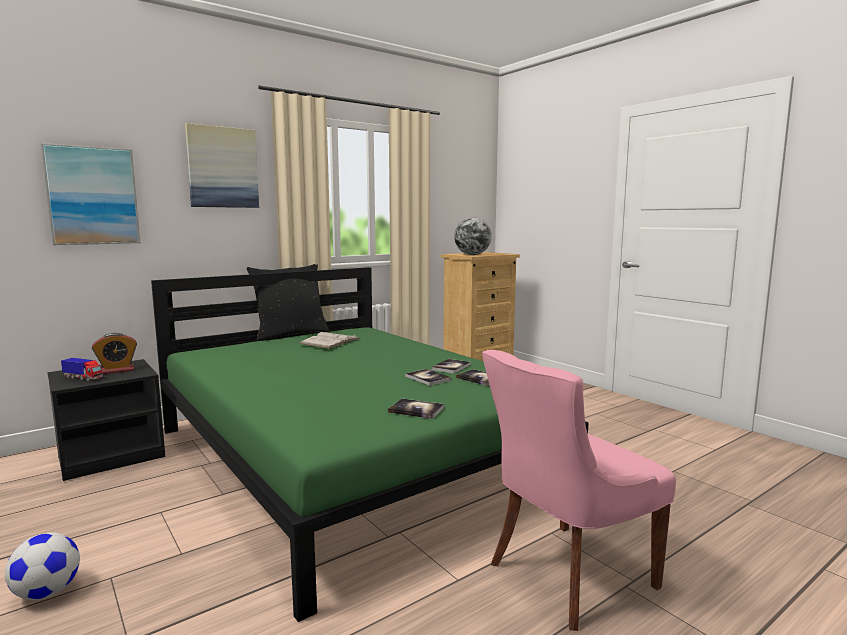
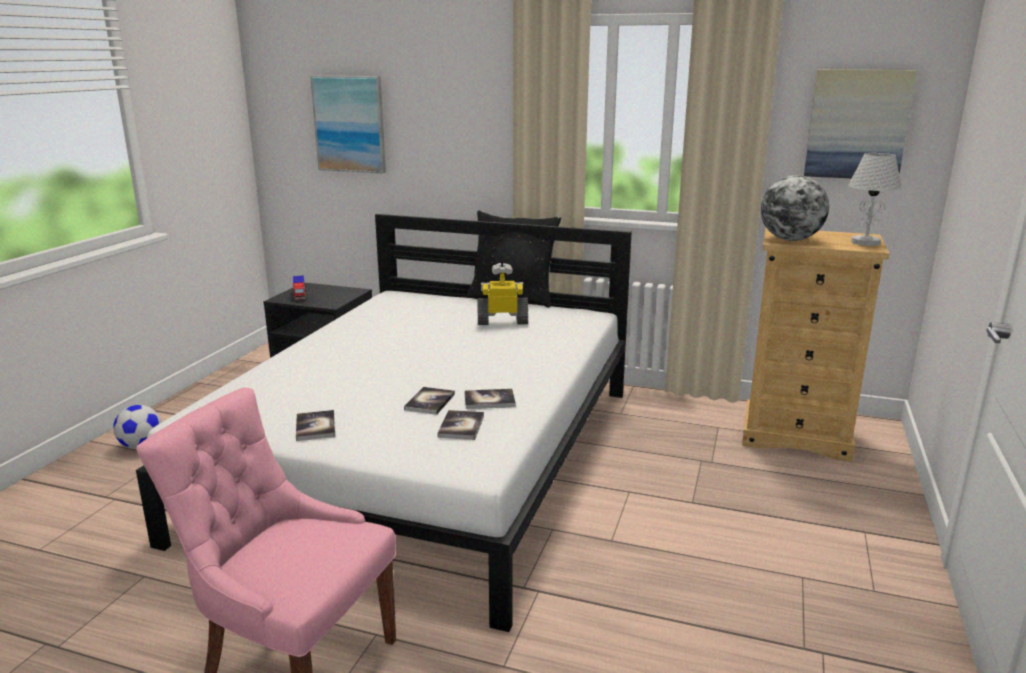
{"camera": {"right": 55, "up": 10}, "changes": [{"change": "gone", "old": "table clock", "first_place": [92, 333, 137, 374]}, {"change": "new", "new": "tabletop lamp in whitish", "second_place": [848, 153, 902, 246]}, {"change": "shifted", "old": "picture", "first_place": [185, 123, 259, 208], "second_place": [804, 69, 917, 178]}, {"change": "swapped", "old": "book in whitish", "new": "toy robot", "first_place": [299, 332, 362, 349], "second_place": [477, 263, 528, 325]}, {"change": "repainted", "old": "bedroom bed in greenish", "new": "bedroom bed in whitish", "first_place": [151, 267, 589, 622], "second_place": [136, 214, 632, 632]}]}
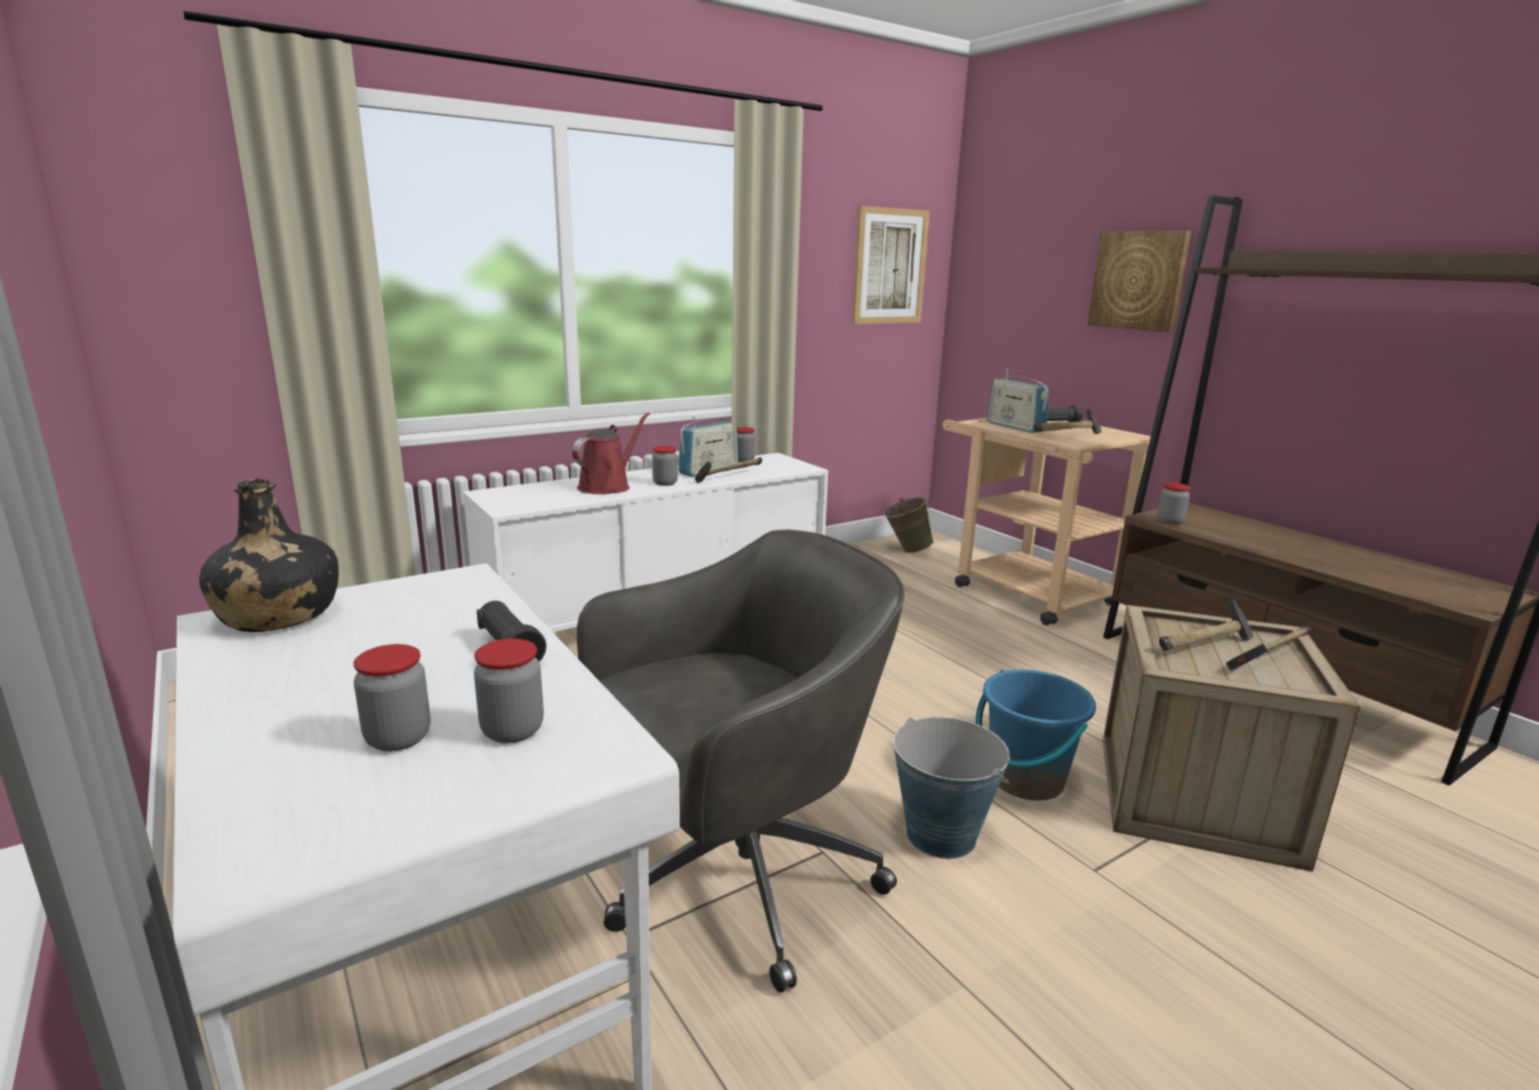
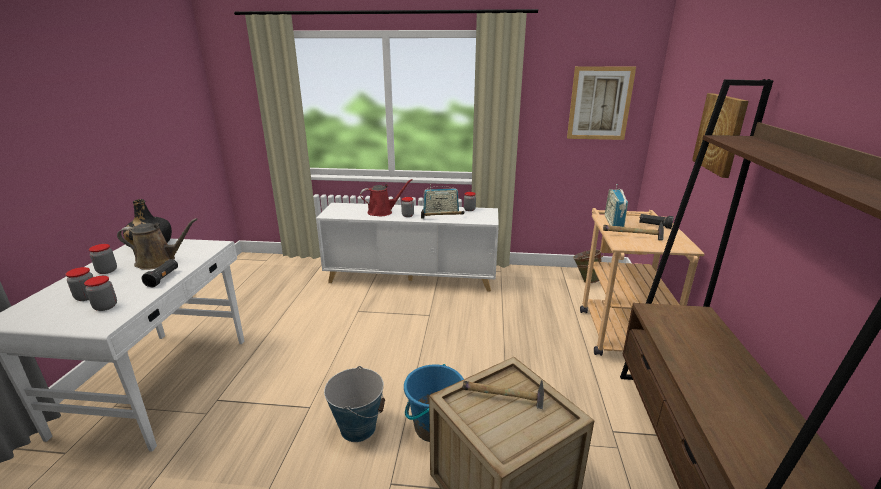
{"camera": {"right": 40, "up": 5}, "changes": [{"change": "gone", "old": "computer chair in gray", "first_place": [577, 530, 904, 993]}, {"change": "gone", "old": "tool hammer", "first_place": [1226, 626, 1311, 671]}, {"change": "new", "new": "watering can in brownish", "second_place": [117, 218, 198, 270]}, {"change": "shifted", "old": "preserve jar", "first_place": [1157, 483, 1190, 525], "second_place": [89, 244, 117, 274]}]}
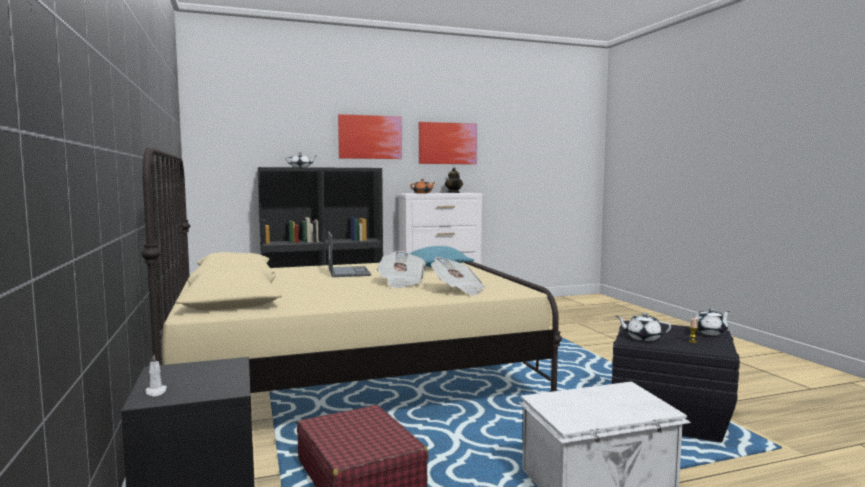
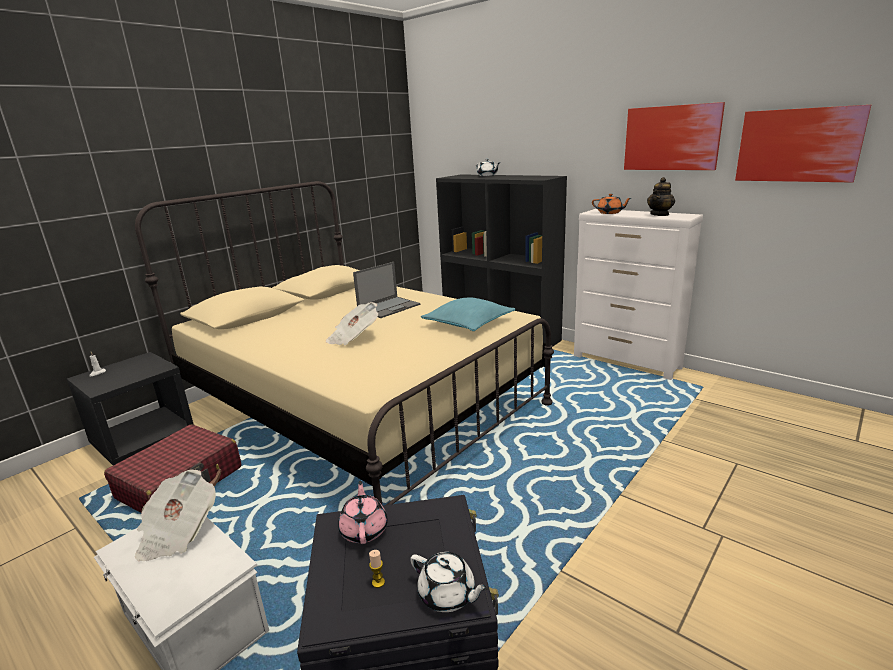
{"camera": {"right": 60, "up": 15}, "changes": [{"change": "shifted", "old": "picture", "first_place": [338, 114, 402, 159], "second_place": [735, 105, 871, 182]}, {"change": "shifted", "old": "newspaper", "first_place": [431, 257, 486, 296], "second_place": [135, 470, 216, 561]}, {"change": "repainted", "old": "tea pot in whitish", "new": "tea pot in pink", "first_place": [616, 313, 671, 341], "second_place": [338, 481, 388, 544]}]}
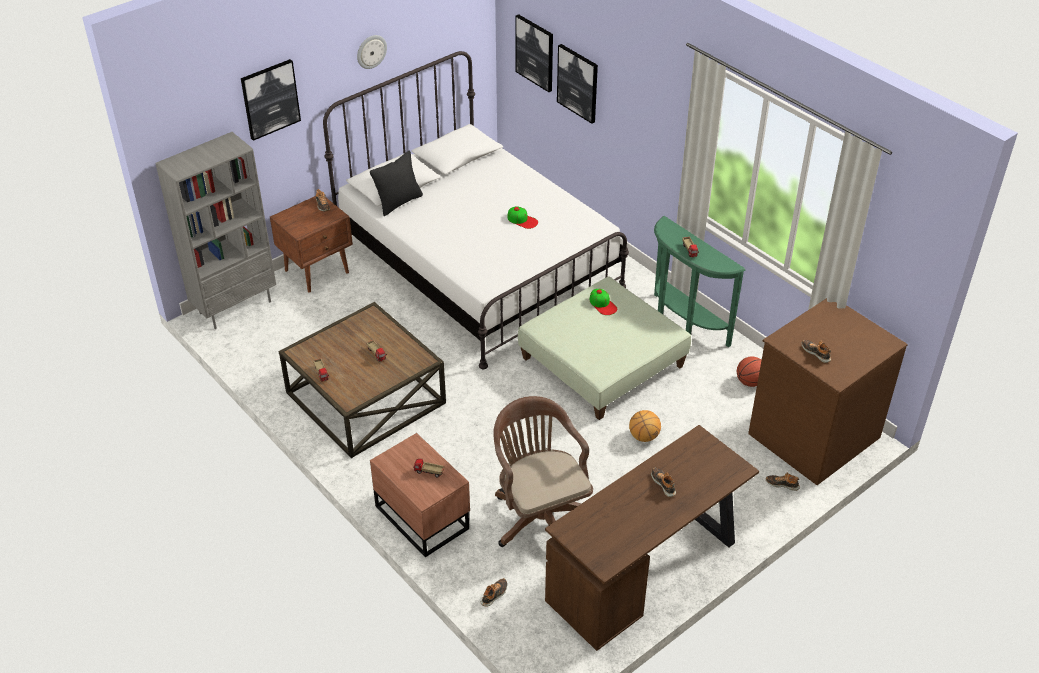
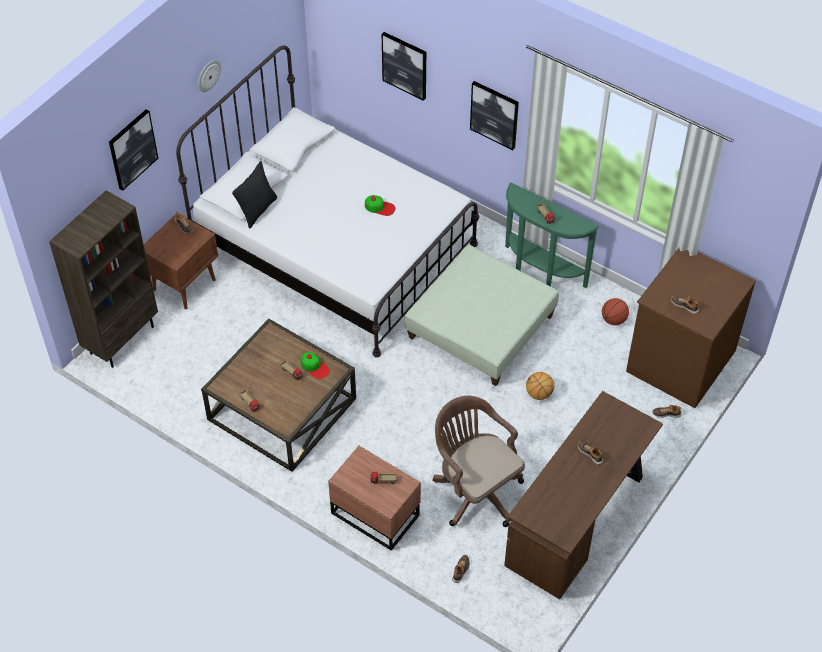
{"camera": {"right": -15, "up": 10}, "changes": [{"change": "shifted", "old": "picture", "first_place": [515, 14, 553, 92], "second_place": [470, 81, 519, 150]}, {"change": "shifted", "old": "peaked cap", "first_place": [590, 289, 617, 315], "second_place": [301, 352, 330, 379]}, {"change": "repainted", "old": "bookshelf in gray", "new": "bookshelf in brownish", "first_place": [155, 132, 276, 329], "second_place": [49, 190, 158, 368]}]}
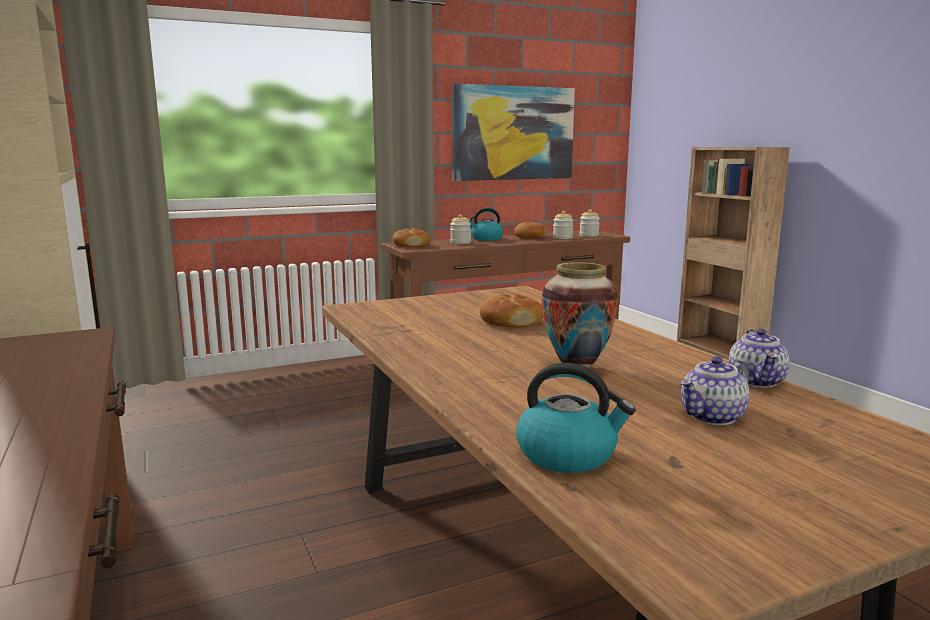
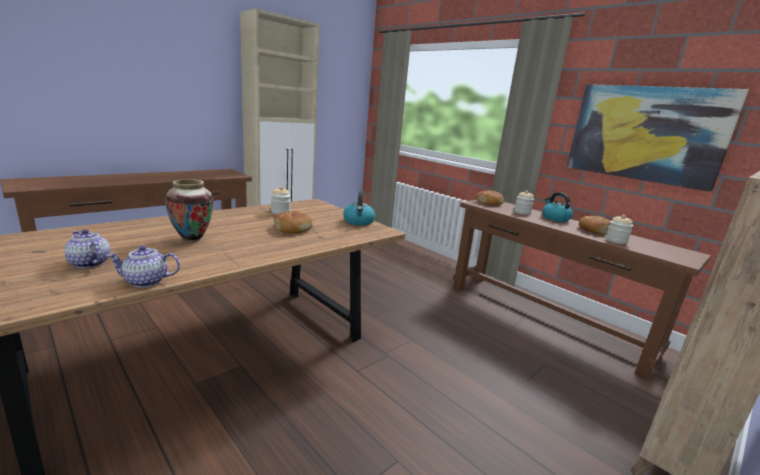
{"camera": {"right": 70, "up": 5}, "changes": [{"change": "shifted", "old": "water kettle", "first_place": [516, 363, 636, 473], "second_place": [343, 191, 376, 226]}, {"change": "shifted", "old": "preserve jar", "first_place": [579, 209, 600, 237], "second_place": [271, 186, 291, 215]}]}
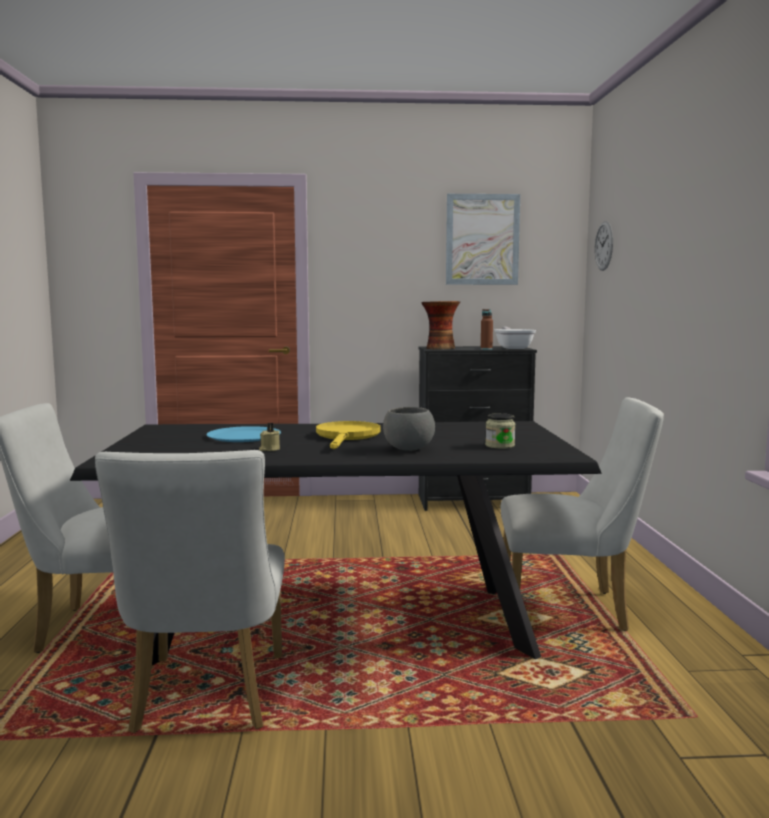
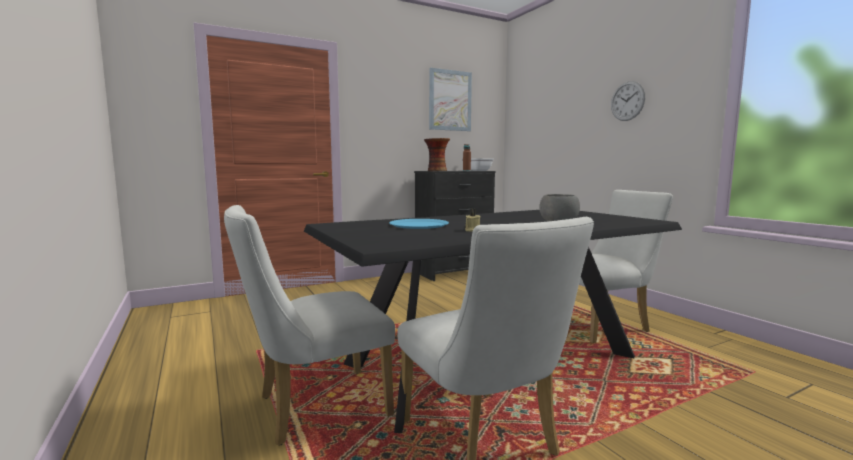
{"camera": {"right": -25, "up": 0}, "changes": [{"change": "gone", "old": "frying pan in yellowish", "first_place": [316, 421, 380, 449]}, {"change": "gone", "old": "preserve jar", "first_place": [485, 413, 515, 449]}, {"change": "shifted", "old": "wall clock", "first_place": [595, 221, 613, 271], "second_place": [611, 81, 645, 121]}]}
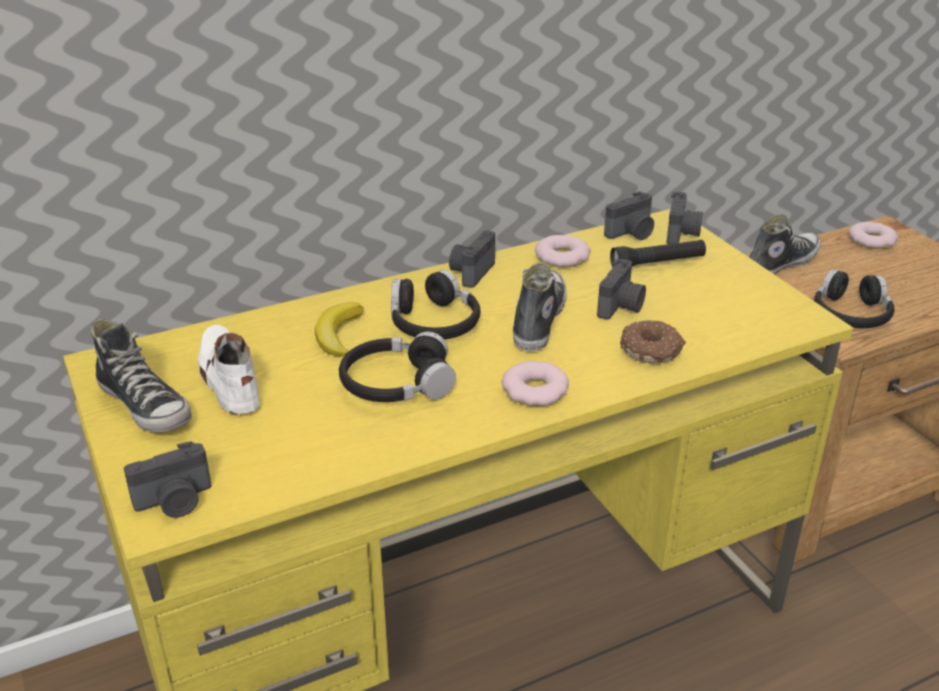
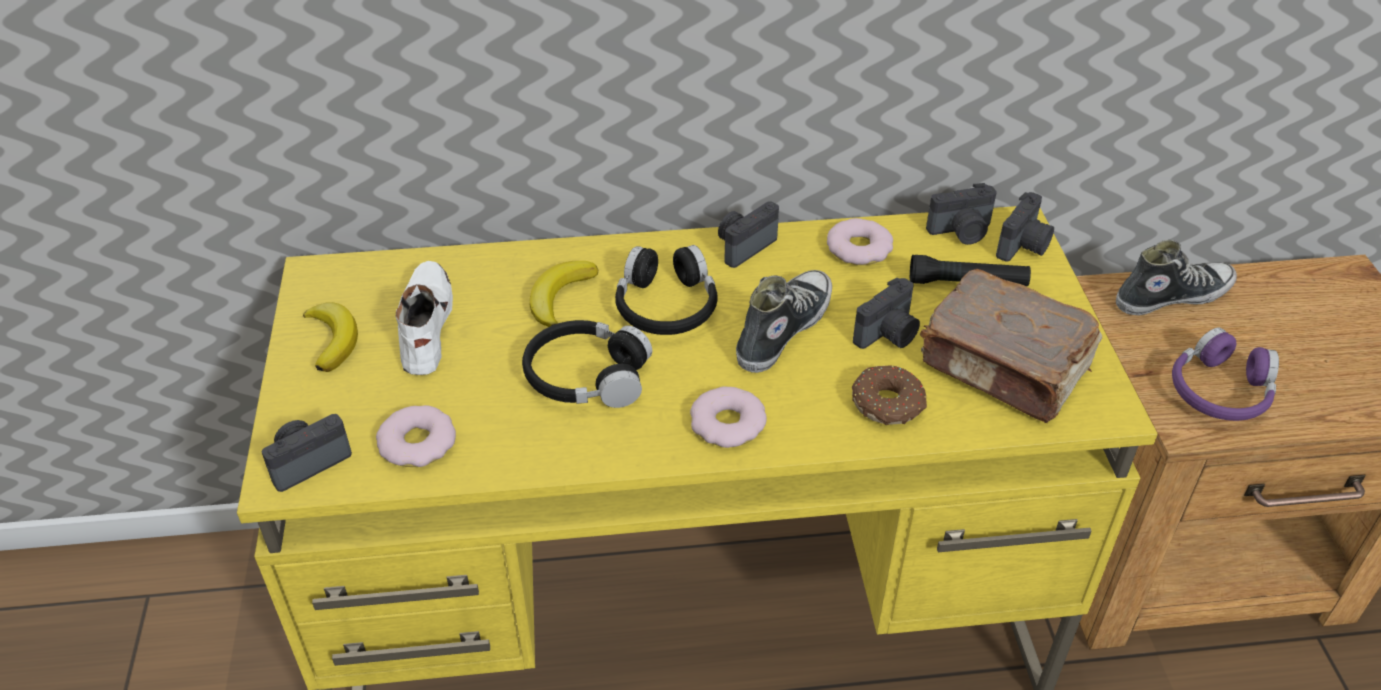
{"camera": {"right": 20, "up": 10}, "changes": [{"change": "new", "new": "book in brownish", "second_place": [920, 269, 1102, 423]}, {"change": "shifted", "old": "ring doughnut", "first_place": [849, 222, 898, 249], "second_place": [376, 405, 456, 467]}, {"change": "swapped", "old": "low shoe", "new": "banana", "first_place": [91, 319, 192, 432], "second_place": [303, 302, 358, 372]}, {"change": "repainted", "old": "pair of headphones in black", "new": "pair of headphones in purple", "first_place": [814, 269, 894, 328], "second_place": [1172, 328, 1279, 421]}, {"change": "rotated", "old": "photo camera", "first_place": [124, 441, 212, 518], "second_place": [262, 414, 352, 492], "degrees": 150}]}
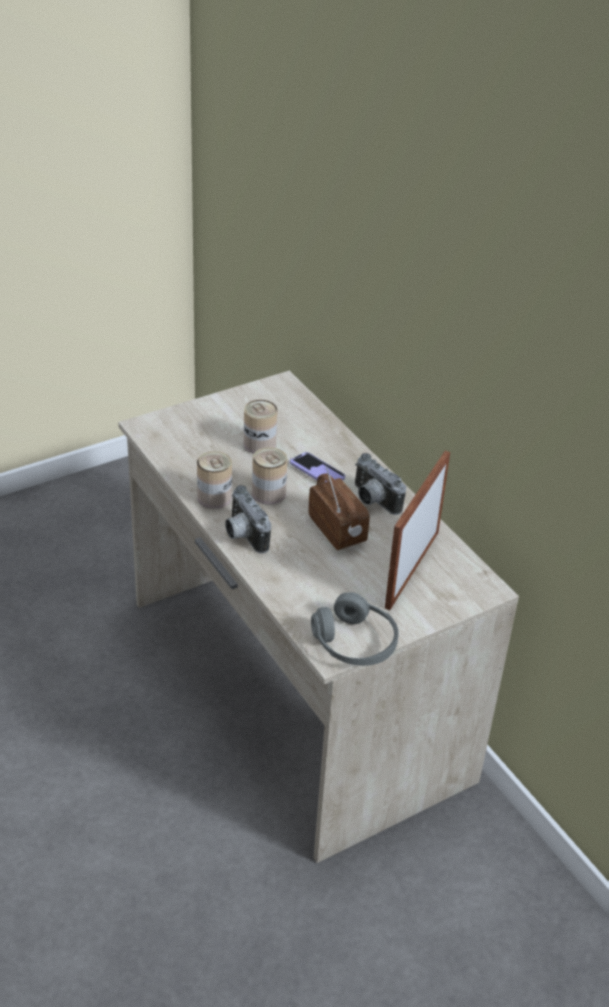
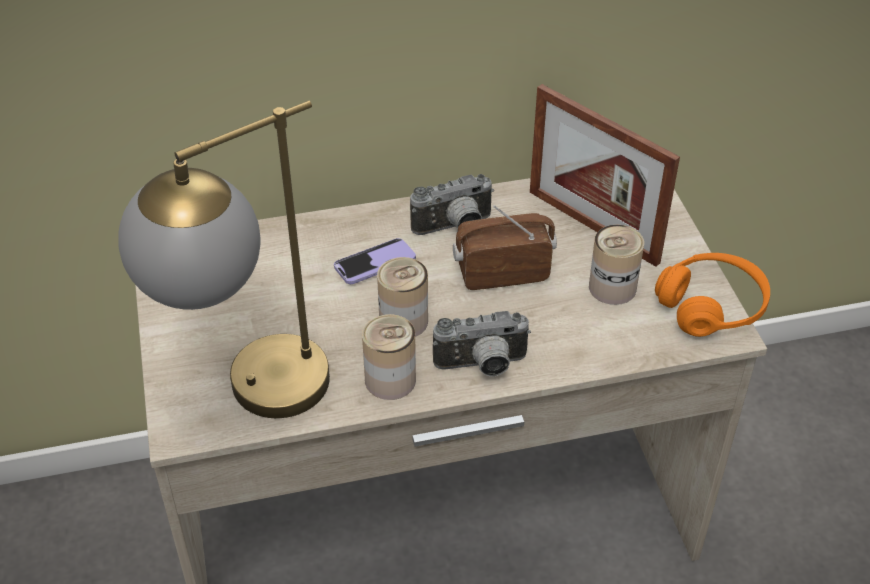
{"camera": {"right": -70, "up": 5}, "changes": [{"change": "new", "new": "tabletop lamp", "second_place": [118, 101, 330, 418]}, {"change": "shifted", "old": "can", "first_place": [244, 400, 277, 454], "second_place": [589, 225, 644, 305]}, {"change": "repainted", "old": "pair of headphones in gray", "new": "pair of headphones in orange-coloured", "first_place": [311, 592, 399, 666], "second_place": [655, 253, 770, 337]}]}
